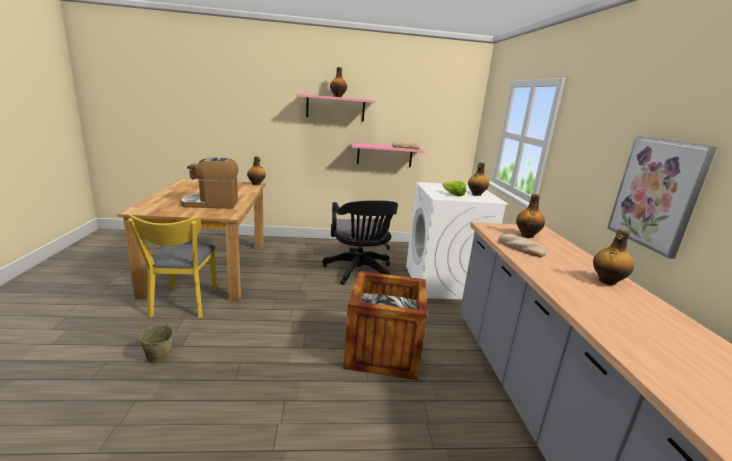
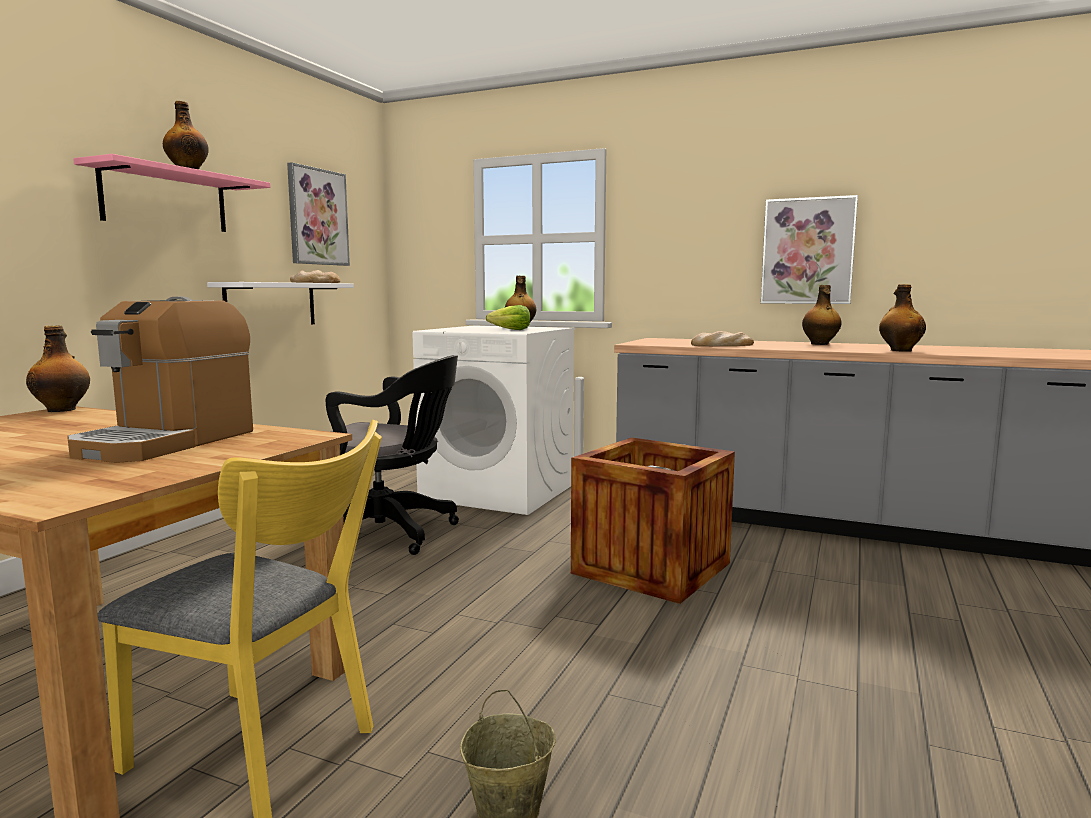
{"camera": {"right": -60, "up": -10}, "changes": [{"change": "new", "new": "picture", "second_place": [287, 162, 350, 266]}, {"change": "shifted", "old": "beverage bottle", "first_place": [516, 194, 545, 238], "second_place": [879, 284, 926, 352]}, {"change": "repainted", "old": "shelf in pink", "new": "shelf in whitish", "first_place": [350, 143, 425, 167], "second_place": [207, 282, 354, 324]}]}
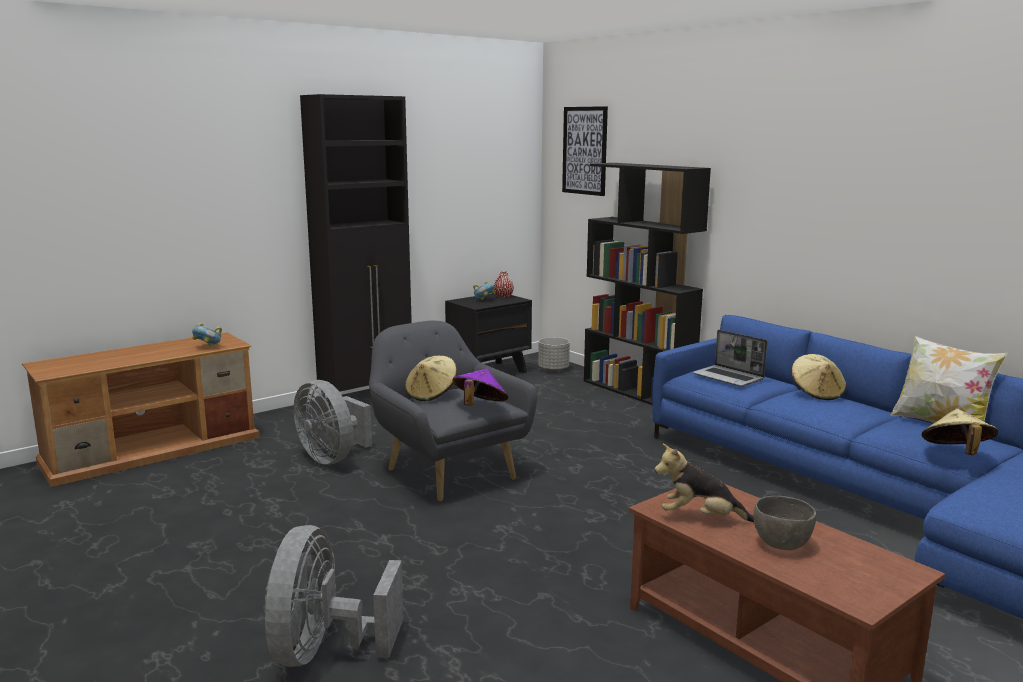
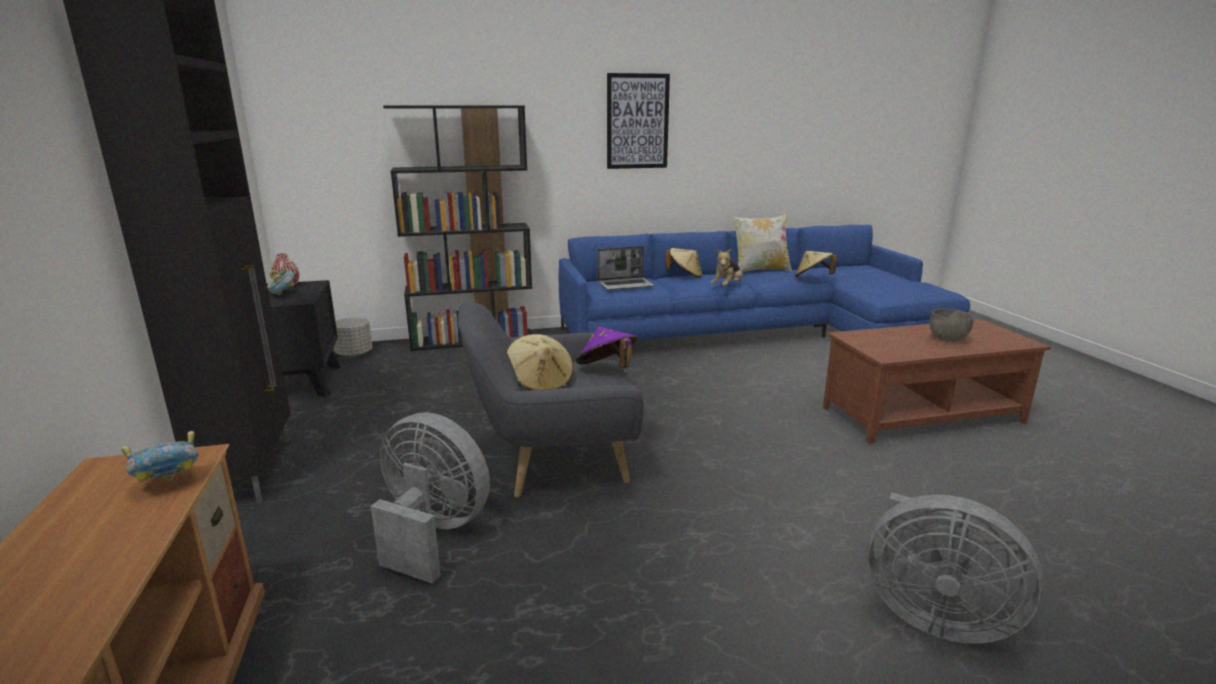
{"camera": {"right": -65, "up": 5}, "changes": [{"change": "shifted", "old": "picture", "first_place": [562, 106, 608, 196], "second_place": [607, 73, 670, 169]}, {"change": "shifted", "old": "soft toy", "first_place": [654, 443, 754, 522], "second_place": [711, 249, 742, 286]}, {"change": "rotated", "old": "electric fan in gray", "first_place": [293, 380, 372, 465], "second_place": [371, 413, 490, 584], "degrees": -135}]}
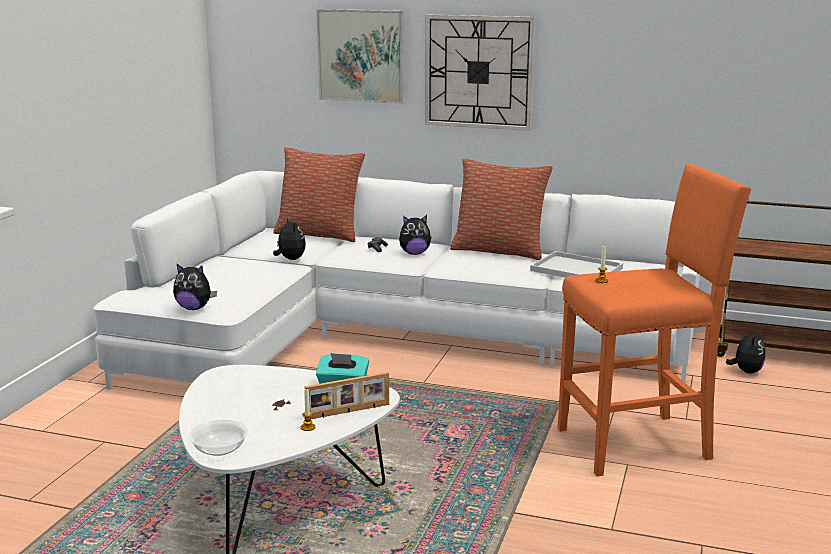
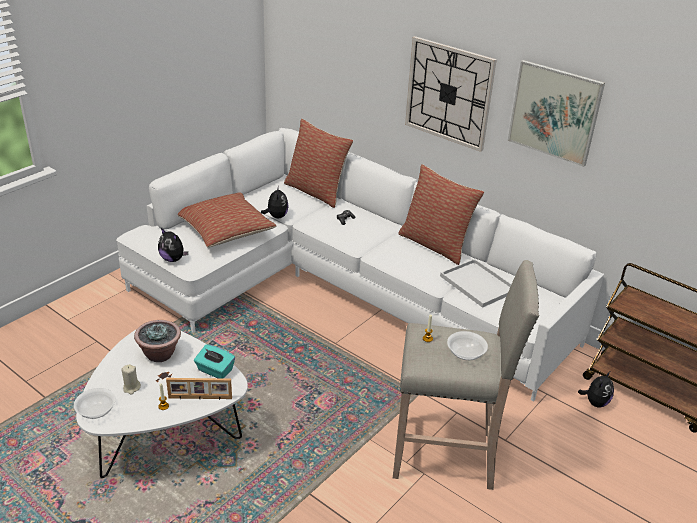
{"camera": {"right": 20, "up": 15}, "changes": [{"change": "gone", "old": "soft toy", "first_place": [399, 215, 432, 255]}, {"change": "new", "new": "wax light in sand-coloured", "second_place": [121, 364, 141, 394]}, {"change": "new", "new": "houseplant", "second_place": [134, 320, 181, 362]}, {"change": "new", "new": "throw pillow", "second_place": [178, 192, 277, 248]}, {"change": "new", "new": "deep dish", "second_place": [447, 331, 488, 360]}, {"change": "shifted", "old": "picture", "first_place": [316, 9, 404, 104], "second_place": [508, 60, 605, 167]}, {"change": "repainted", "old": "stool in orange-coloured", "new": "stool in sand-coloured", "first_place": [557, 163, 751, 476], "second_place": [393, 260, 539, 490]}]}
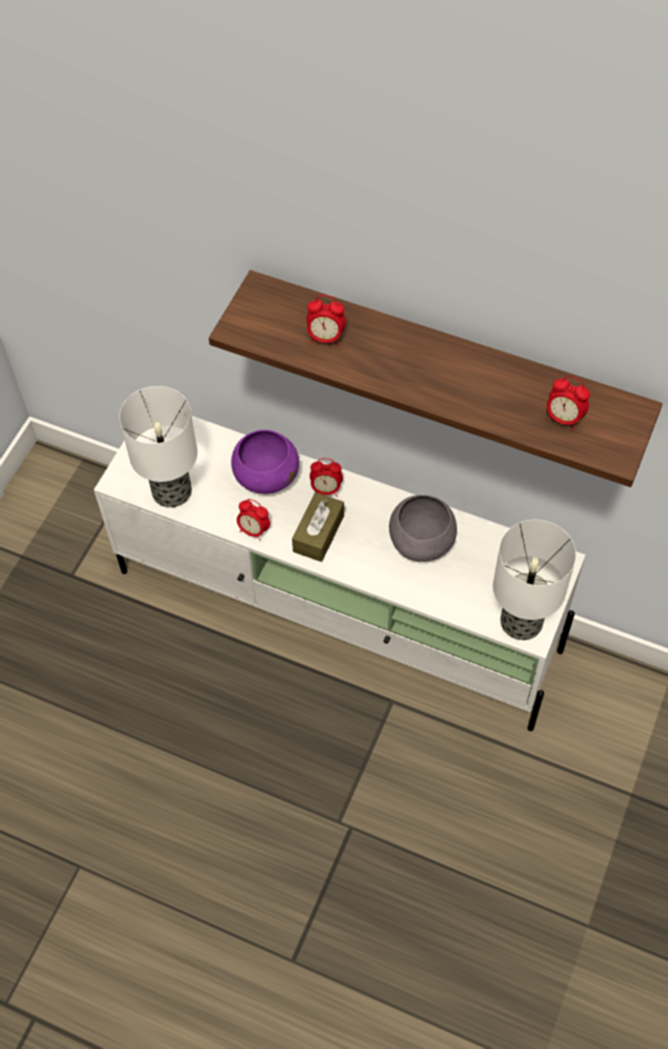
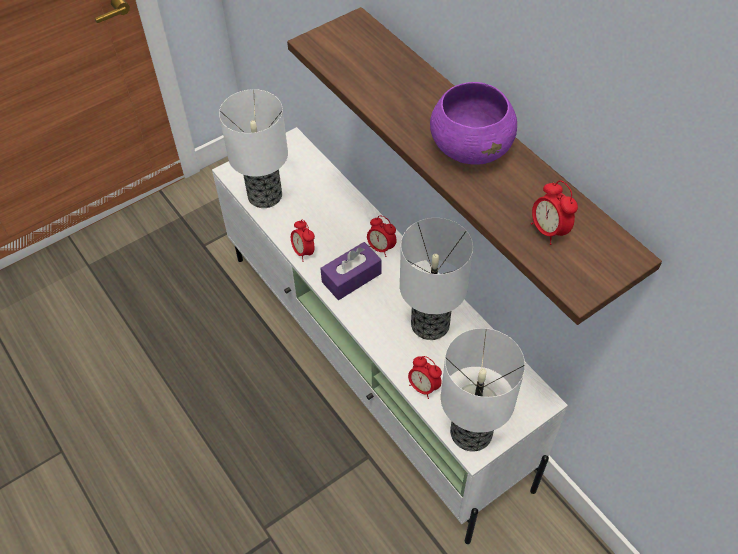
{"camera": {"right": 30, "up": -5}, "changes": [{"change": "shifted", "old": "deep dish in purple", "first_place": [231, 430, 299, 494], "second_place": [430, 82, 517, 165]}, {"change": "shifted", "old": "table clock", "first_place": [306, 295, 346, 346], "second_place": [408, 356, 442, 399]}, {"change": "swapped", "old": "deep dish in gray", "new": "tabletop lamp", "first_place": [389, 495, 457, 562], "second_place": [400, 218, 473, 340]}, {"change": "repainted", "old": "box of tissues in brownish", "new": "box of tissues in purple", "first_place": [292, 492, 344, 562], "second_place": [320, 242, 382, 300]}]}
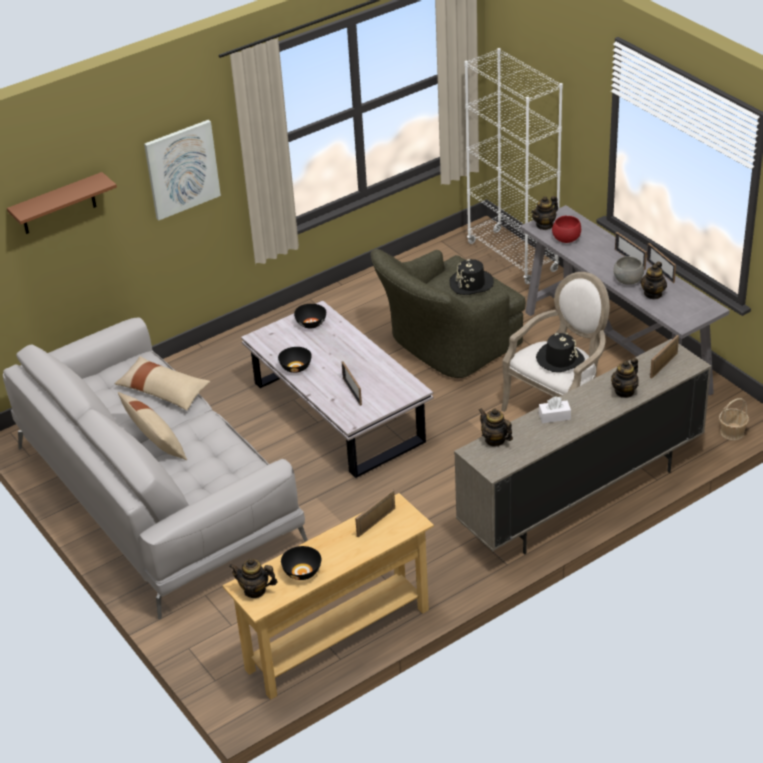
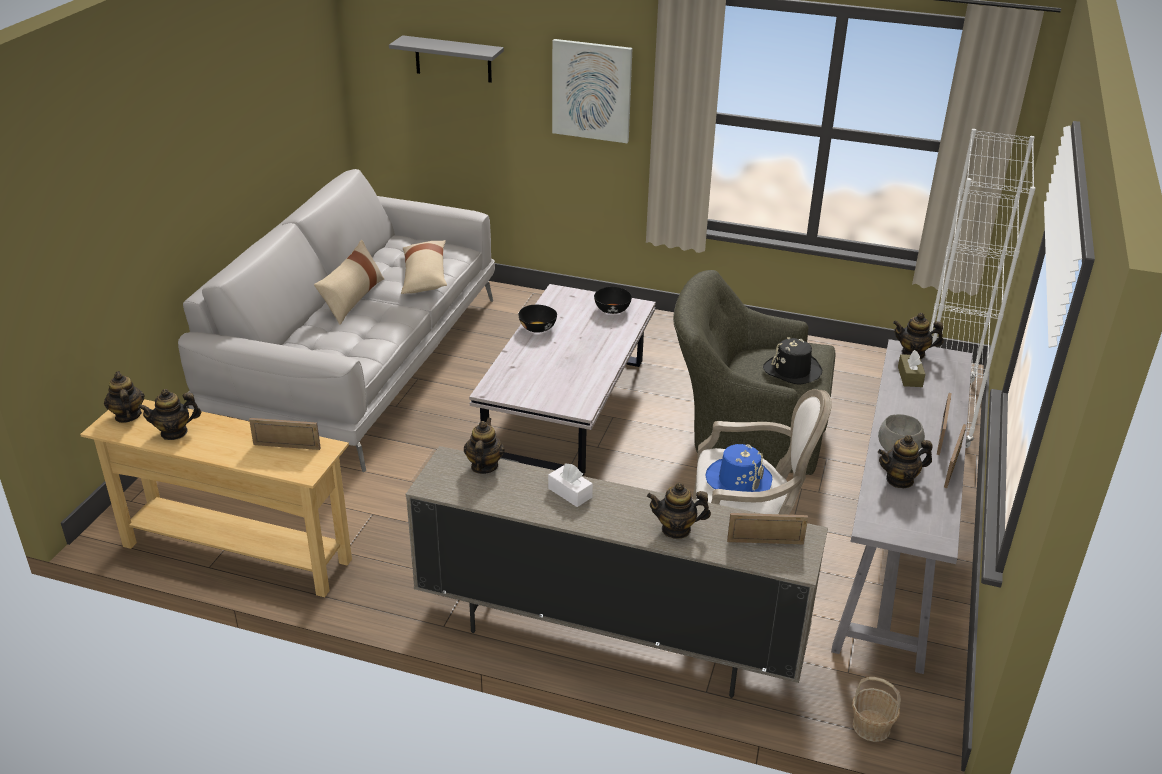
{"camera": {"right": 50, "up": -5}, "changes": [{"change": "gone", "old": "photo frame", "first_place": [342, 361, 362, 406]}, {"change": "swapped", "old": "deep dish in black", "new": "tea pot", "first_place": [281, 546, 321, 580], "second_place": [138, 389, 201, 440]}, {"change": "swapped", "old": "deep dish in red", "new": "box of tissues in brownish", "first_place": [552, 216, 581, 243], "second_place": [898, 350, 925, 387]}, {"change": "repainted", "old": "shelf in brownish", "new": "shelf in gray", "first_place": [7, 172, 117, 234], "second_place": [389, 35, 504, 83]}, {"change": "repainted", "old": "wearable hat in black", "new": "wearable hat in blue", "first_place": [536, 333, 585, 372], "second_place": [706, 444, 772, 492]}]}
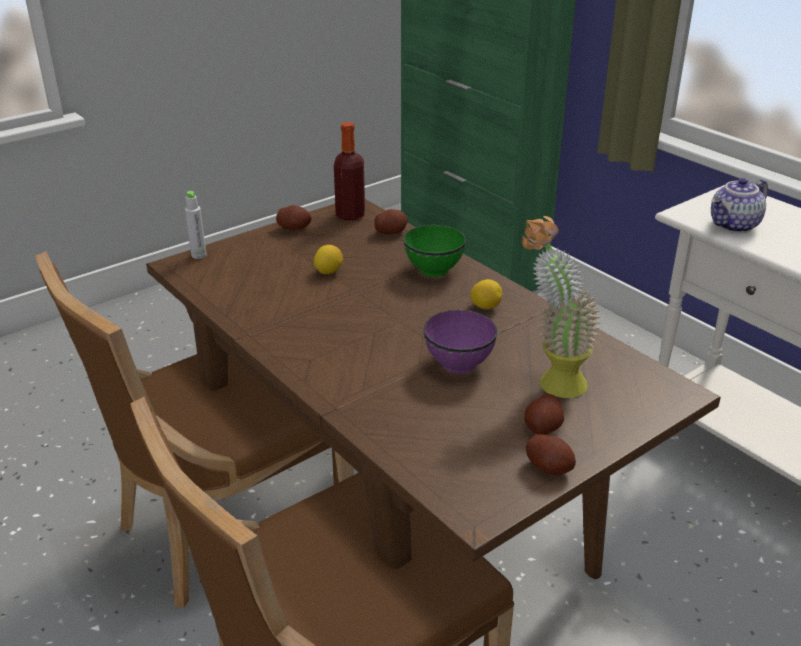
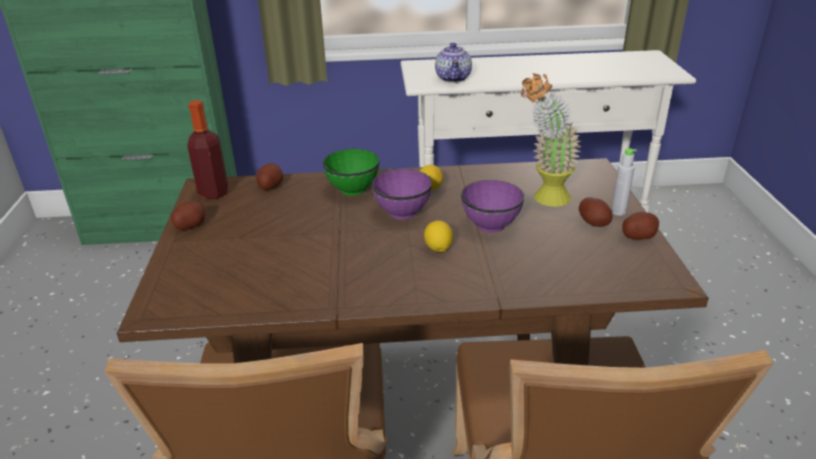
{"camera": {"right": -55, "up": 0}, "changes": [{"change": "new", "new": "deep dish in purple", "second_place": [372, 169, 432, 219]}, {"change": "shifted", "old": "beverage bottle in gray", "first_place": [185, 191, 206, 259], "second_place": [611, 148, 637, 216]}, {"change": "shifted", "old": "whole lemon", "first_place": [314, 245, 343, 274], "second_place": [424, 220, 453, 252]}]}
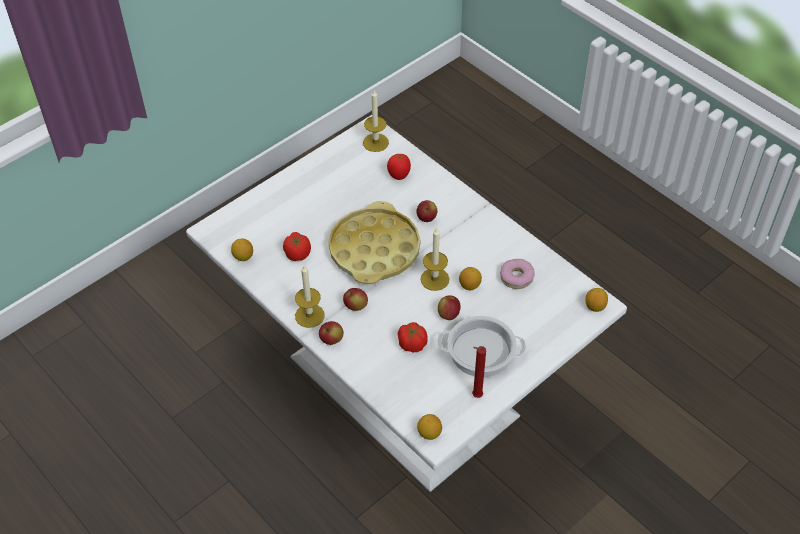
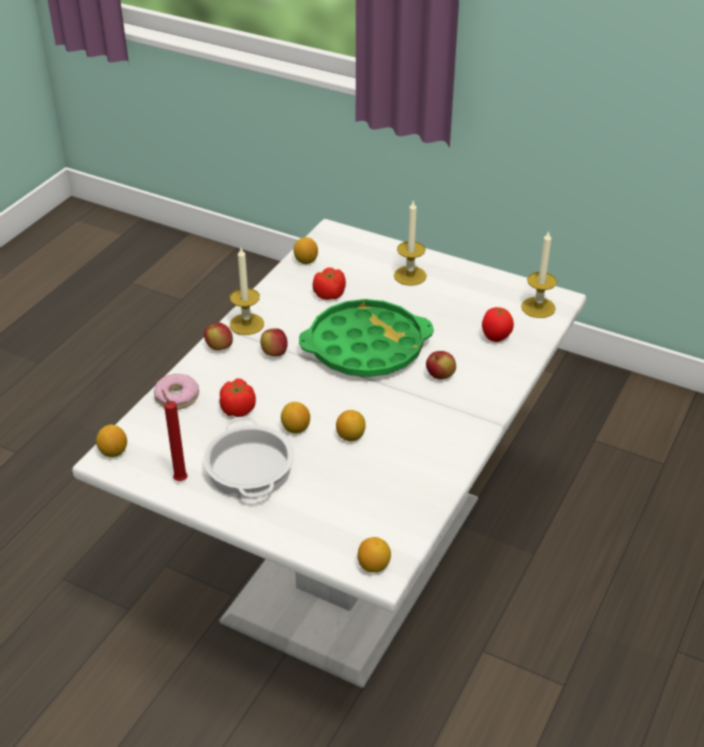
{"camera": {"right": 70, "up": -10}, "changes": [{"change": "shifted", "old": "wax light", "first_place": [420, 227, 449, 291], "second_place": [394, 201, 427, 286]}, {"change": "shifted", "old": "ring doughnut", "first_place": [500, 259, 535, 289], "second_place": [154, 374, 199, 410]}, {"change": "swapped", "old": "whole apple", "new": "whole lemon", "first_place": [438, 295, 461, 320], "second_place": [281, 402, 310, 434]}, {"change": "repainted", "old": "tray in yellowish", "new": "tray in greenish", "first_place": [329, 201, 420, 284], "second_place": [299, 299, 434, 377]}]}
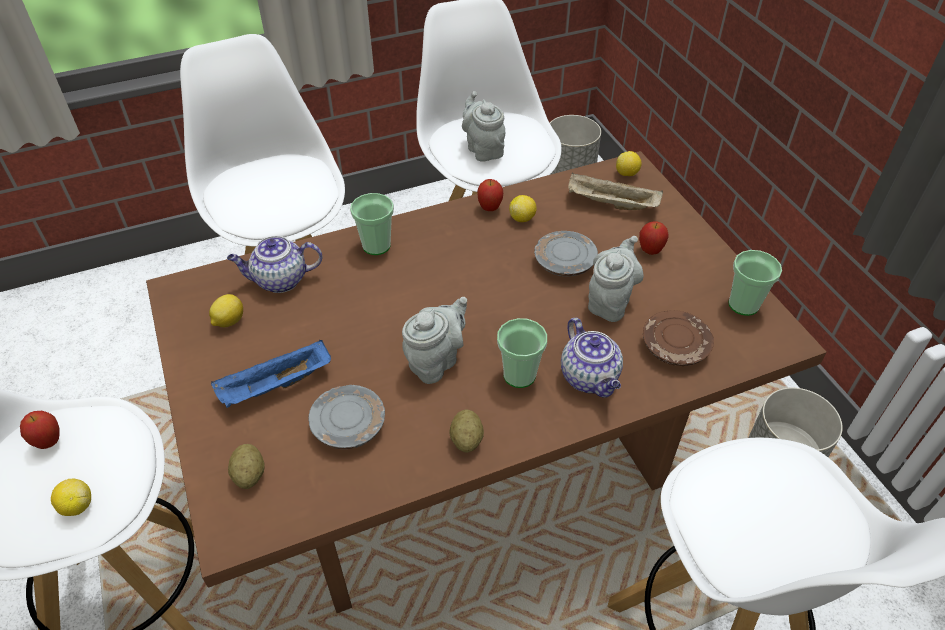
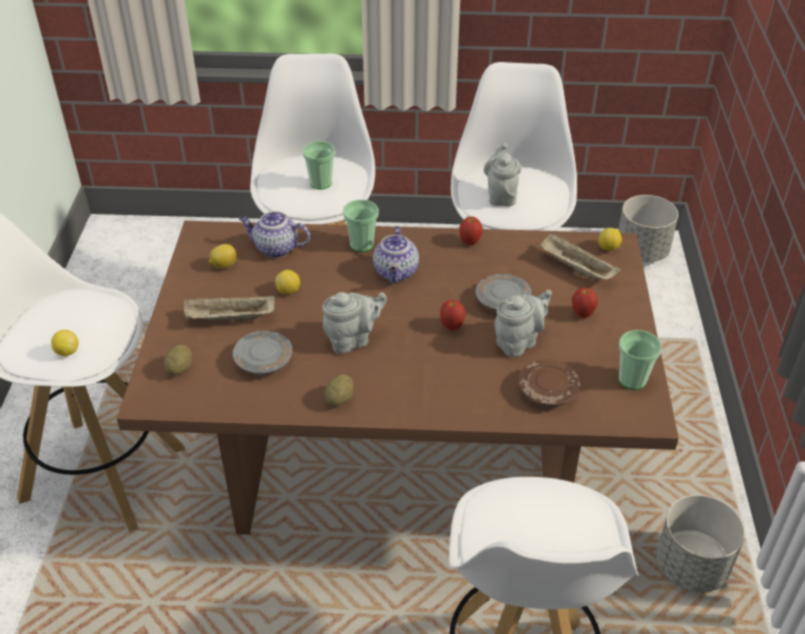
{"camera": {"right": 25, "up": -5}, "changes": [{"change": "shifted", "old": "whole apple", "first_place": [20, 411, 60, 449], "second_place": [440, 300, 466, 331]}, {"change": "shifted", "old": "small cup", "first_place": [497, 318, 547, 388], "second_place": [302, 141, 335, 190]}, {"change": "shifted", "old": "whole lemon", "first_place": [509, 195, 537, 222], "second_place": [275, 270, 300, 295]}, {"change": "shifted", "old": "tea pot", "first_place": [561, 318, 623, 398], "second_place": [373, 226, 419, 283]}, {"change": "repainted", "old": "tray in blue", "new": "tray in sand-coloured", "first_place": [211, 339, 331, 408], "second_place": [184, 295, 275, 322]}]}
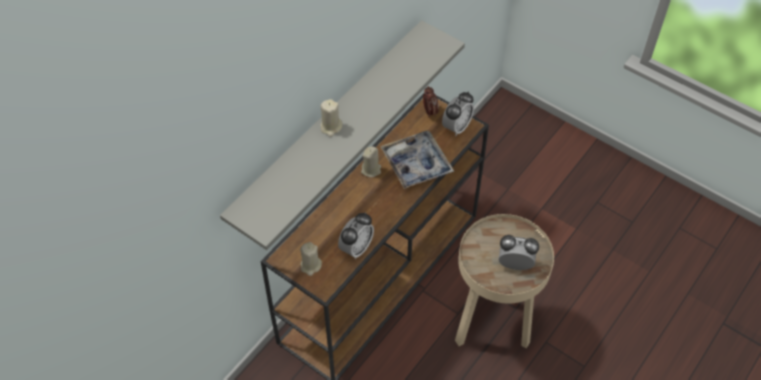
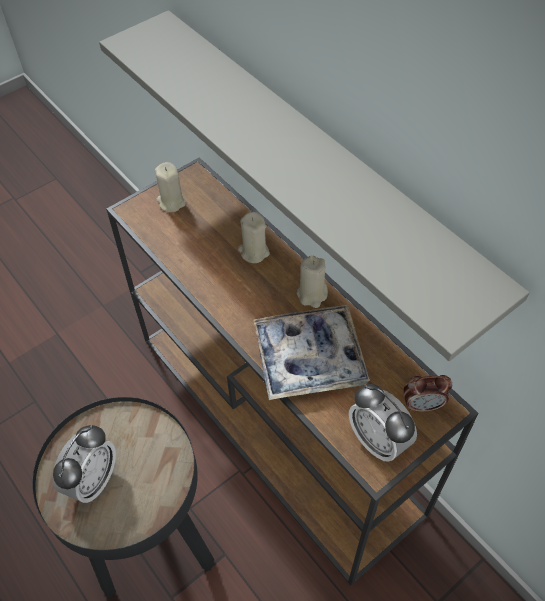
{"camera": {"right": 105, "up": 0}, "changes": [{"change": "gone", "old": "table clock", "first_place": [338, 212, 374, 259]}, {"change": "shifted", "old": "wax light in sand-coloured", "first_place": [320, 99, 342, 137], "second_place": [238, 212, 270, 263]}, {"change": "repainted", "old": "end table in sand-coloured", "new": "end table in black", "first_place": [455, 214, 554, 348], "second_place": [32, 397, 214, 598]}]}
